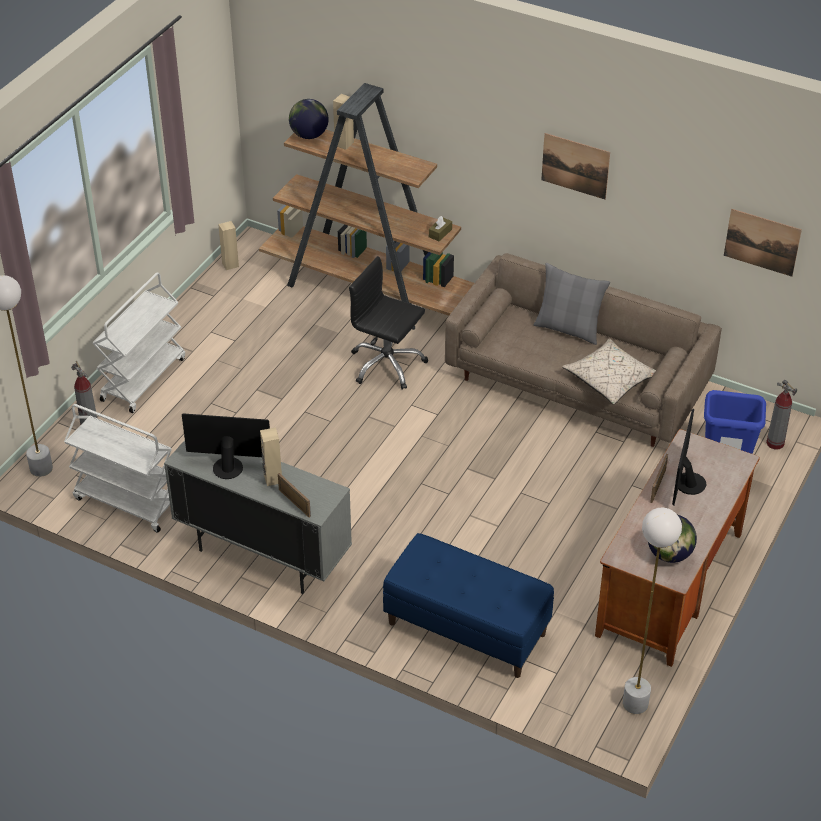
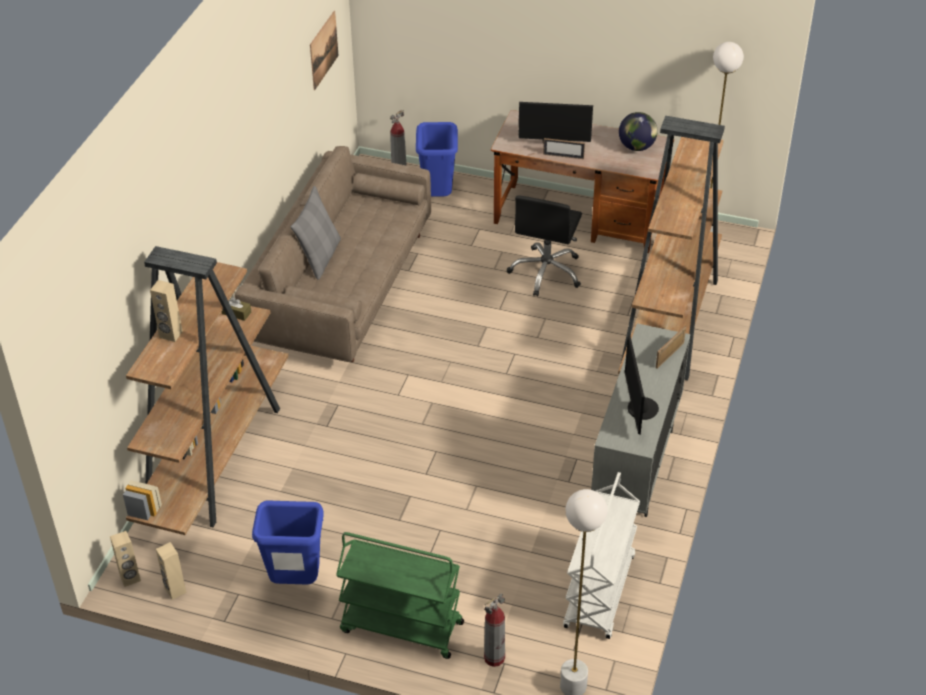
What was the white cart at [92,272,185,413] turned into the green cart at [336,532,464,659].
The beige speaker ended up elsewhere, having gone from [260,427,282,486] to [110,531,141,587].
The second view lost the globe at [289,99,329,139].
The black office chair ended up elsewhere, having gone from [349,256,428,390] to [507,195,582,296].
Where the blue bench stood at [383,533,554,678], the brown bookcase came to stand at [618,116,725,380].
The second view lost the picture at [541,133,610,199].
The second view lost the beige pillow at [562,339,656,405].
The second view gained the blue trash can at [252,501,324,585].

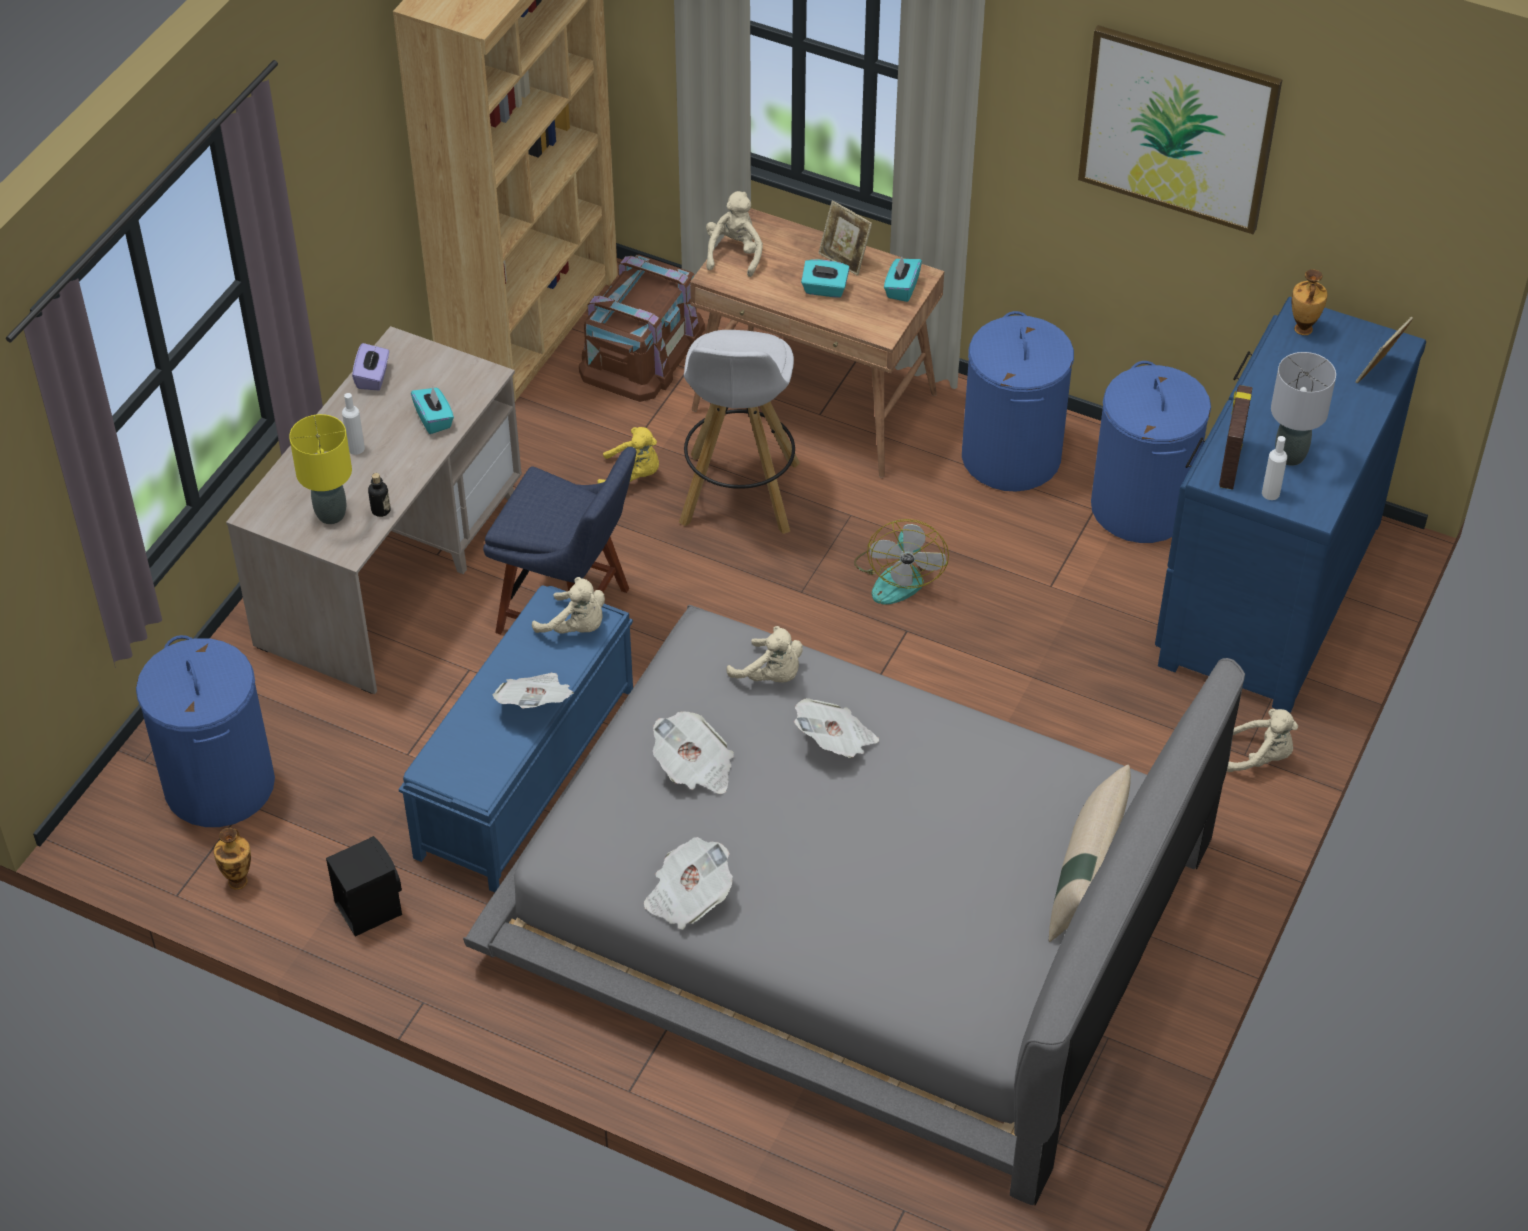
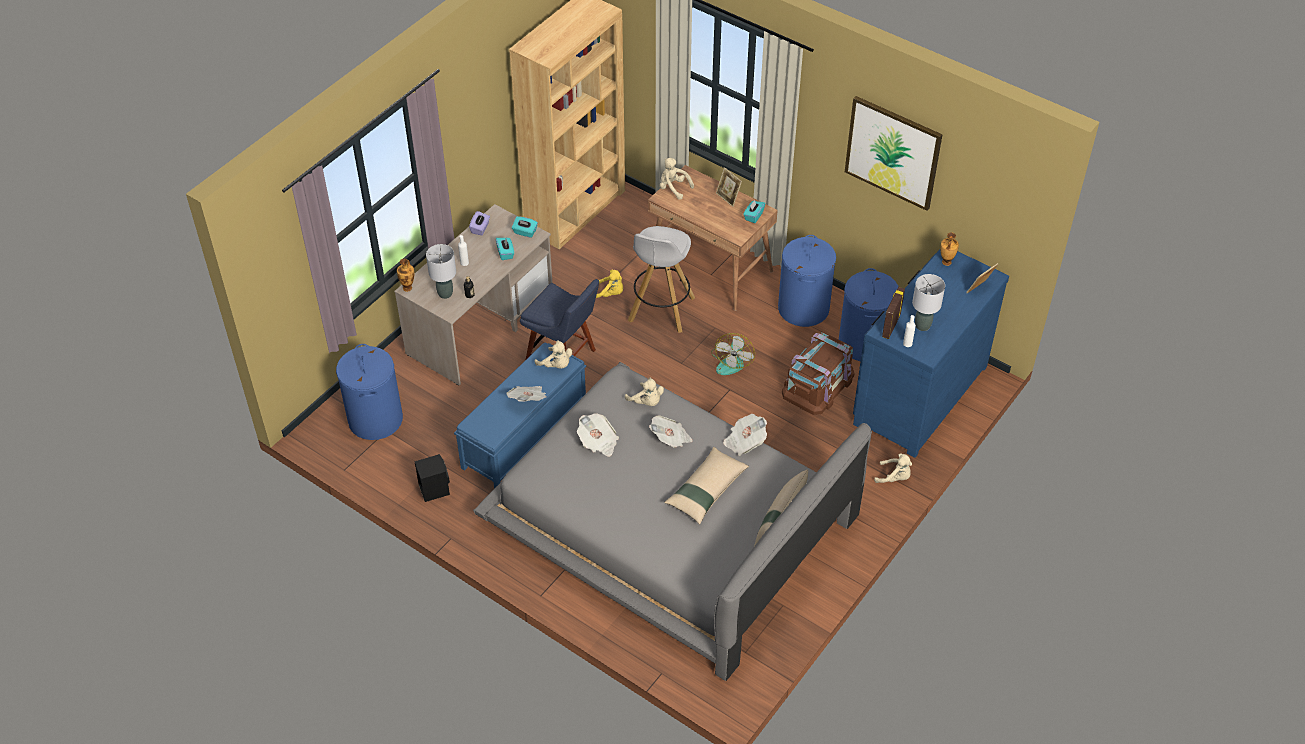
The vase ended up elsewhere, having gone from [214,828,251,890] to [397,259,414,292].
What was the yellow table lamp at [289,414,352,524] turned into the grey table lamp at [426,244,456,299].
The brown storage box ended up elsewhere, having gone from [579,254,705,402] to [782,332,854,415].
The newspaper ended up elsewhere, having gone from [644,837,733,930] to [723,414,767,456].
The beige plush toy at [706,191,763,277] ended up facing another way, 75 degrees counterclockwise from before.
The turquoise tissue box ended up elsewhere, having gone from [801,260,850,298] to [512,217,538,238].
The second view gained the beige pillow at [664,447,749,525].

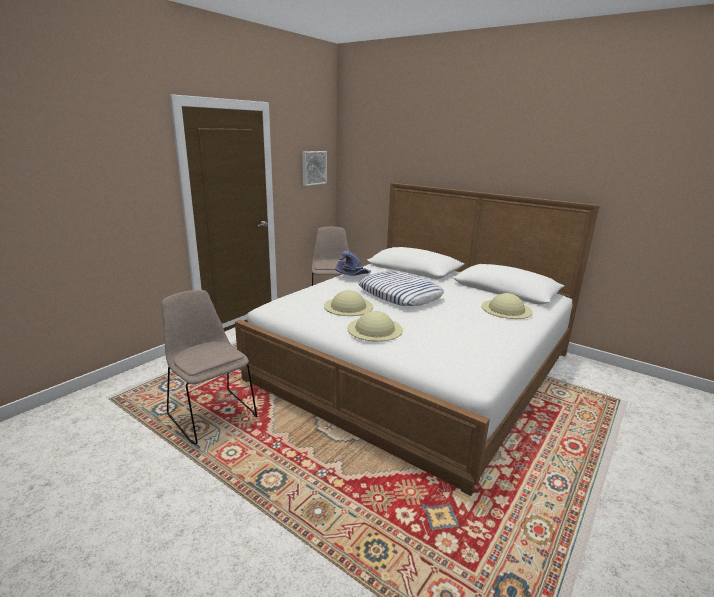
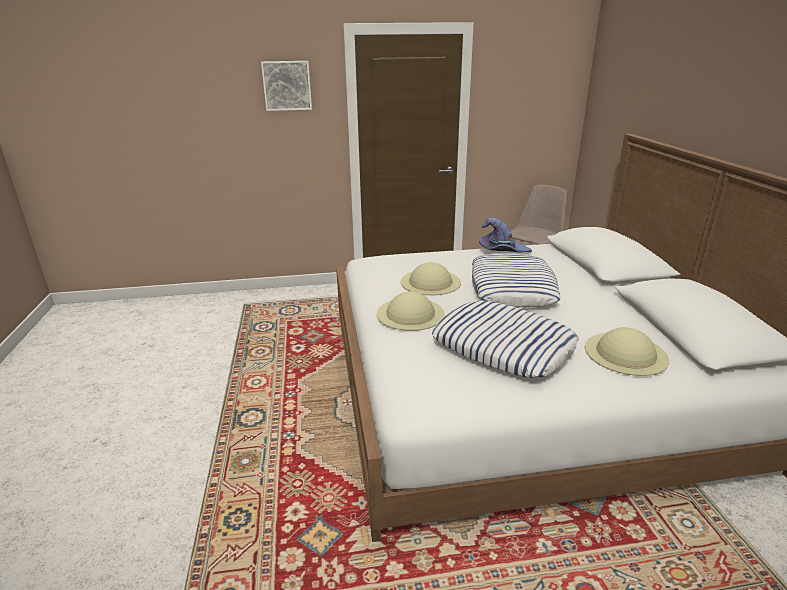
The second view lost the beige chair at [162,290,257,445].
The picture ended up elsewhere, having gone from [302,151,327,186] to [261,61,312,111].
The second view gained the pillow at [432,301,579,378].

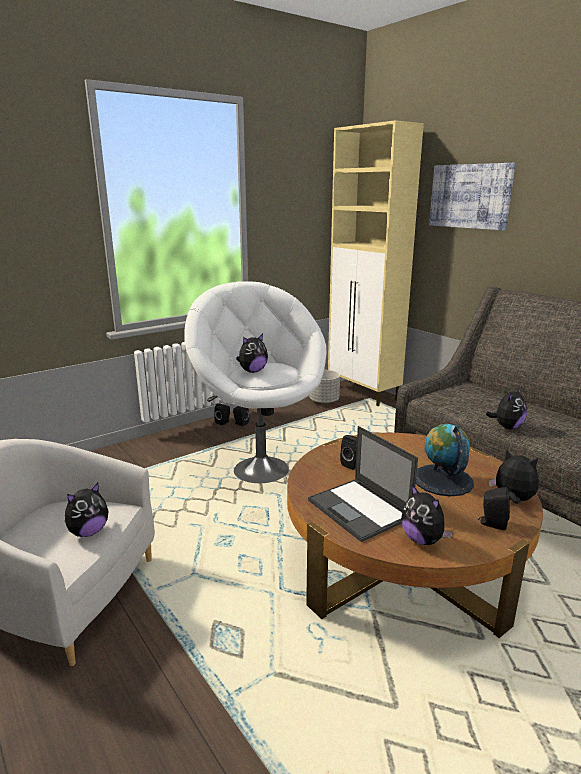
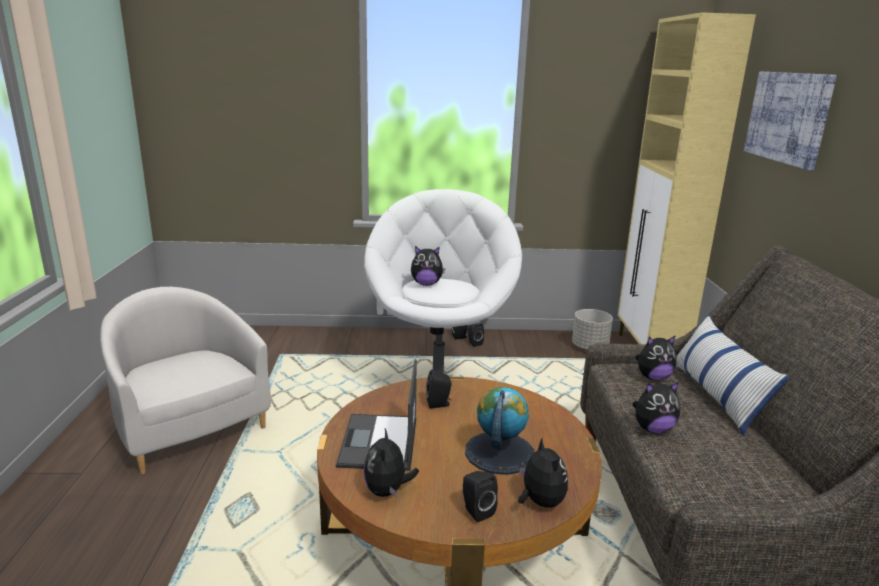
The plush toy ended up elsewhere, having gone from [65,483,108,537] to [635,335,677,381].
The second view gained the pillow at [676,315,789,435].

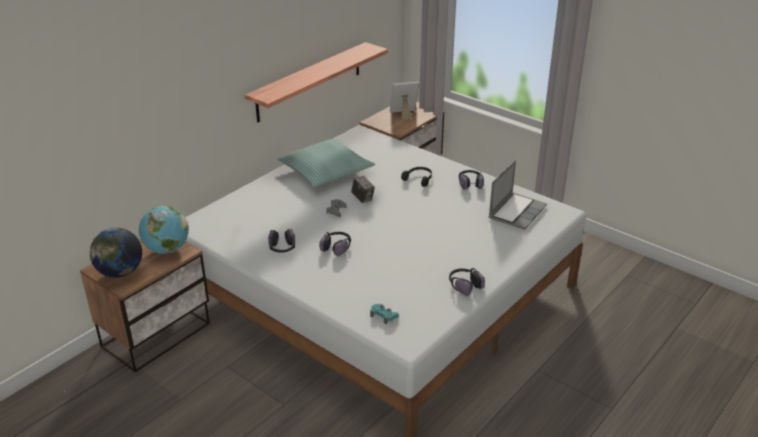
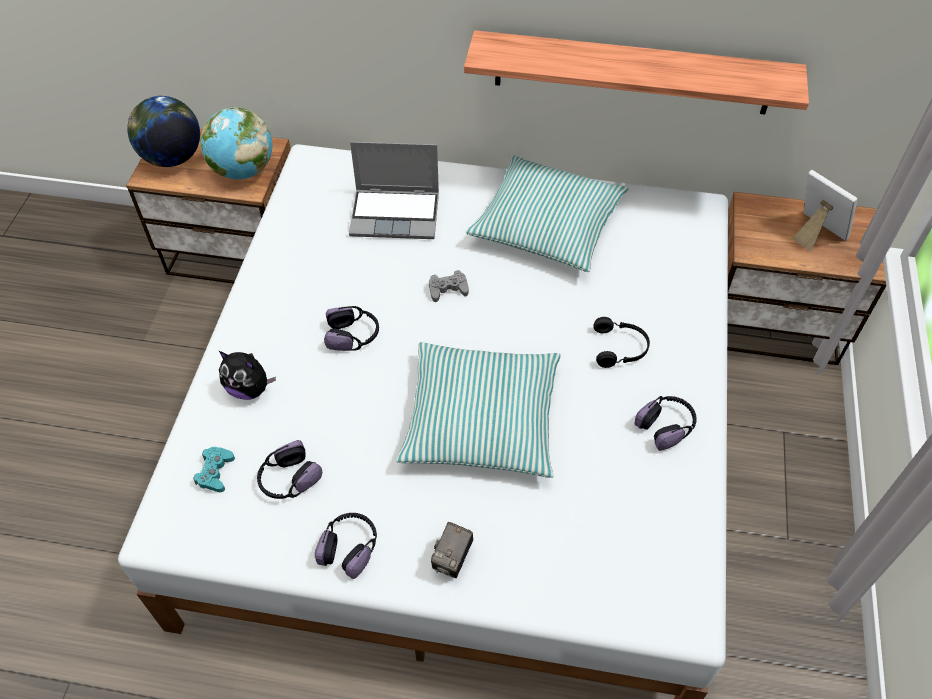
The headphones ended up elsewhere, having gone from [268,229,295,253] to [257,440,322,499].
The photo camera ended up elsewhere, having gone from [351,176,375,203] to [431,522,473,578].
The laptop ended up elsewhere, having gone from [489,160,547,230] to [349,142,439,239].
The second view gained the plush toy at [219,351,276,400].
The second view gained the pillow at [396,342,560,478].

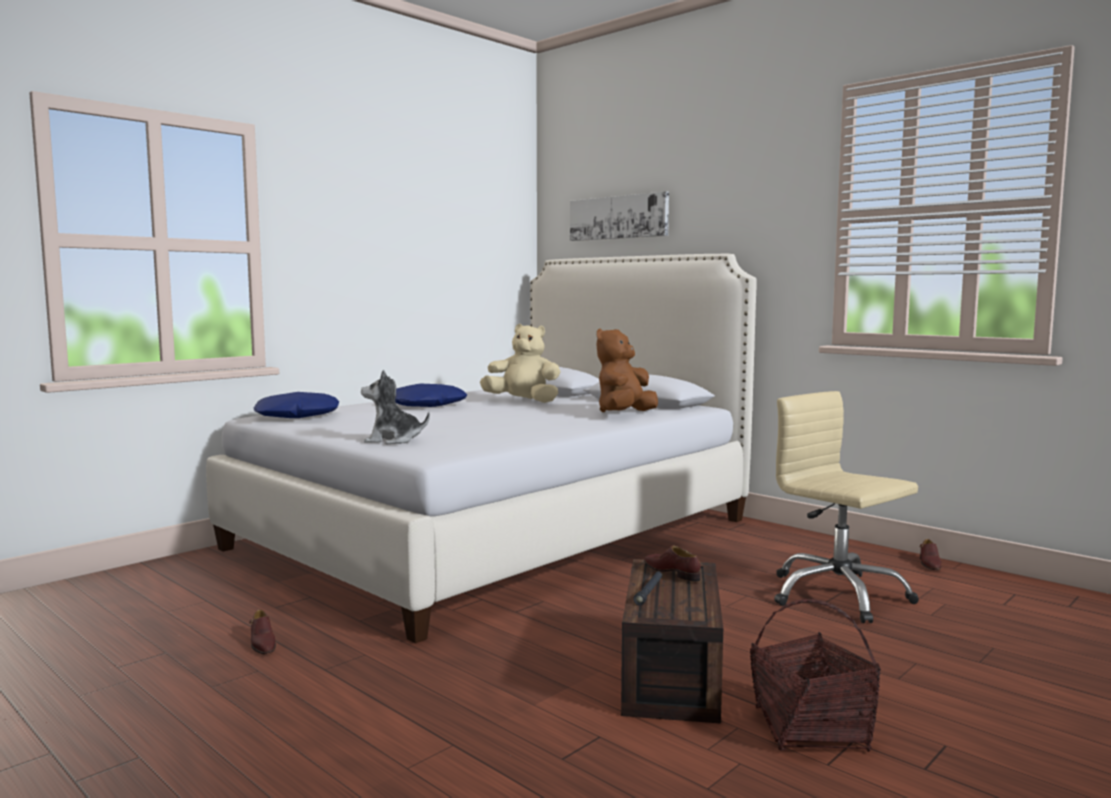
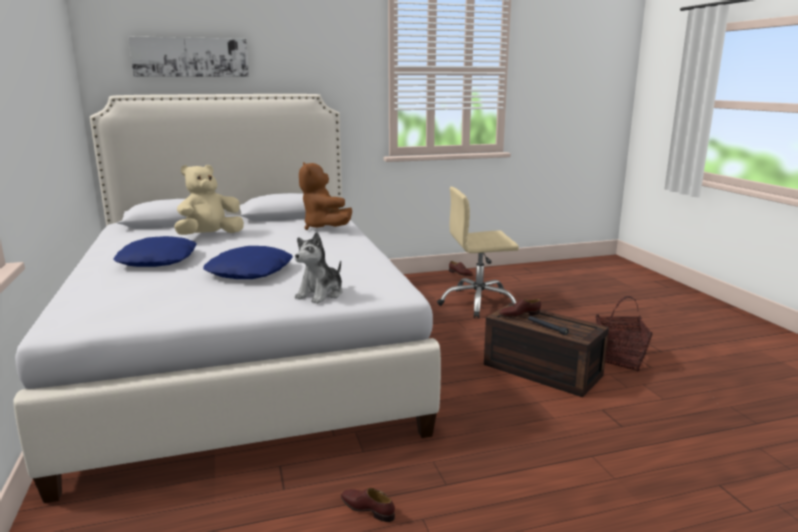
The brown shoe at [249,610,276,654] ended up facing another way, 150 degrees counterclockwise from before.
The blue pillow ended up elsewhere, having gone from [254,392,339,418] to [203,246,293,279].

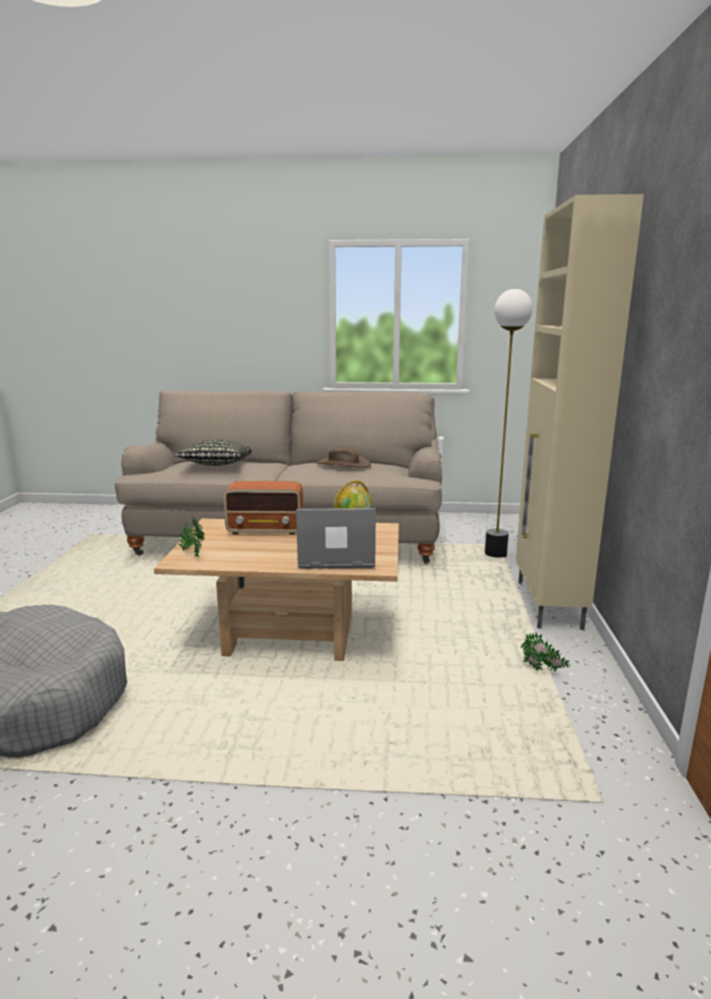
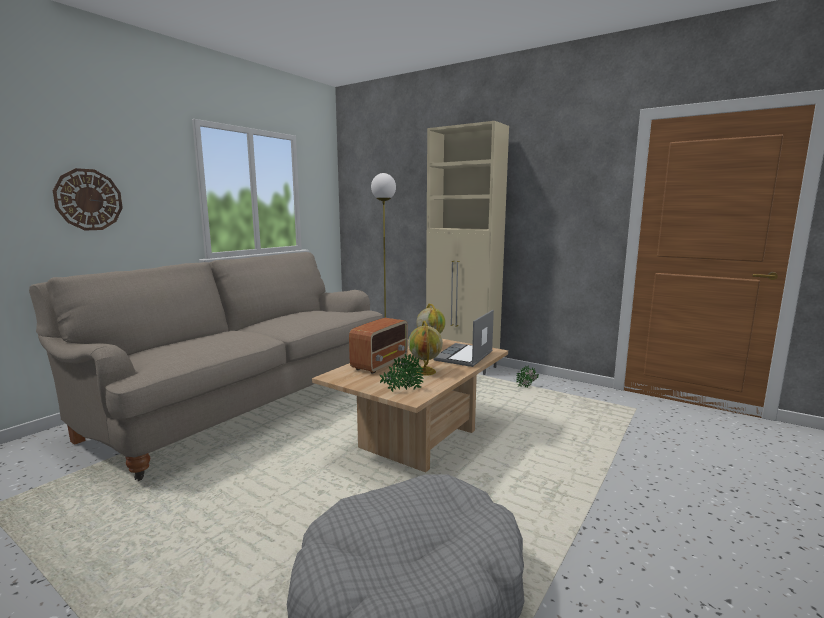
The second view lost the pillow at [176,440,253,466].
The second view lost the brown hat at [316,446,371,468].
The second view gained the wall clock at [53,168,123,230].
The second view gained the globe at [408,321,443,376].

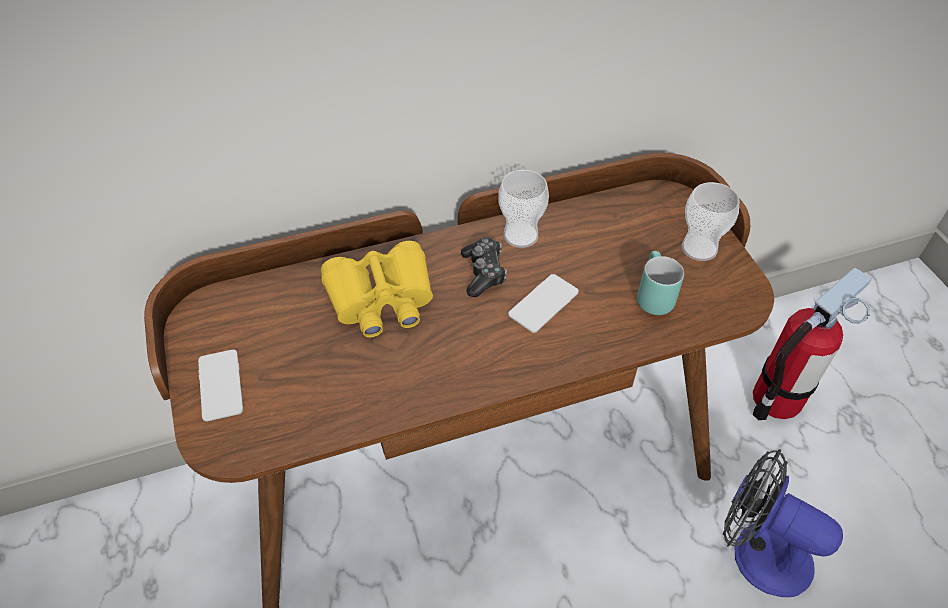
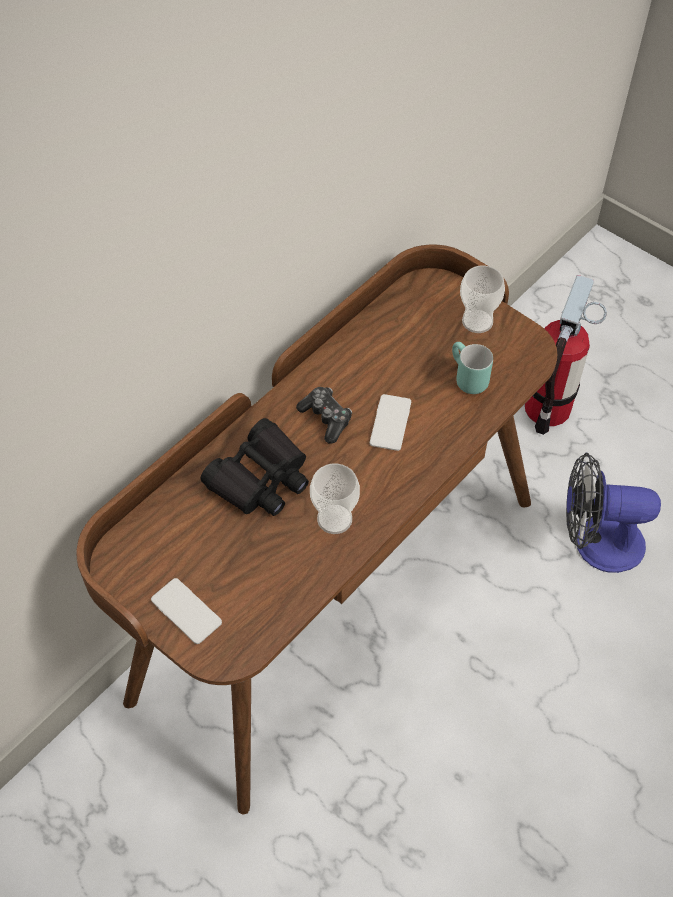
What was the yellow binoculars at [321,241,433,337] turned into the black binoculars at [201,418,309,516].
The cup ended up elsewhere, having gone from [498,170,549,248] to [310,464,360,534].

